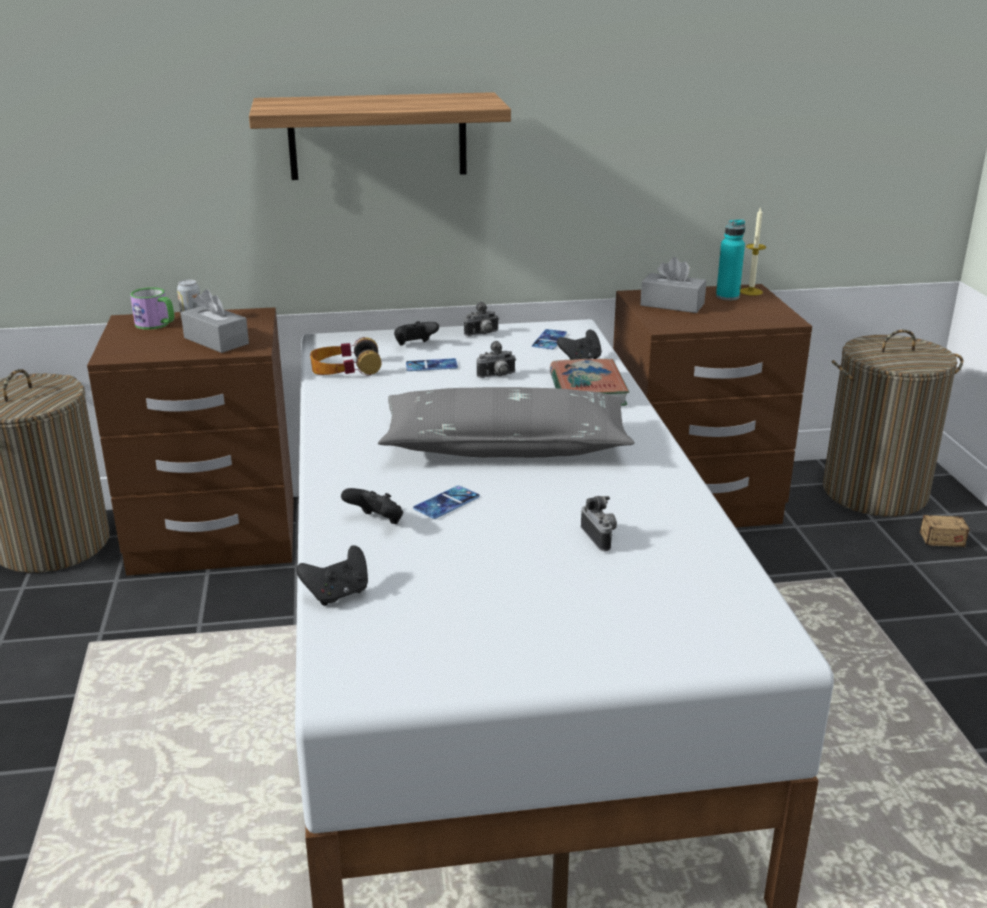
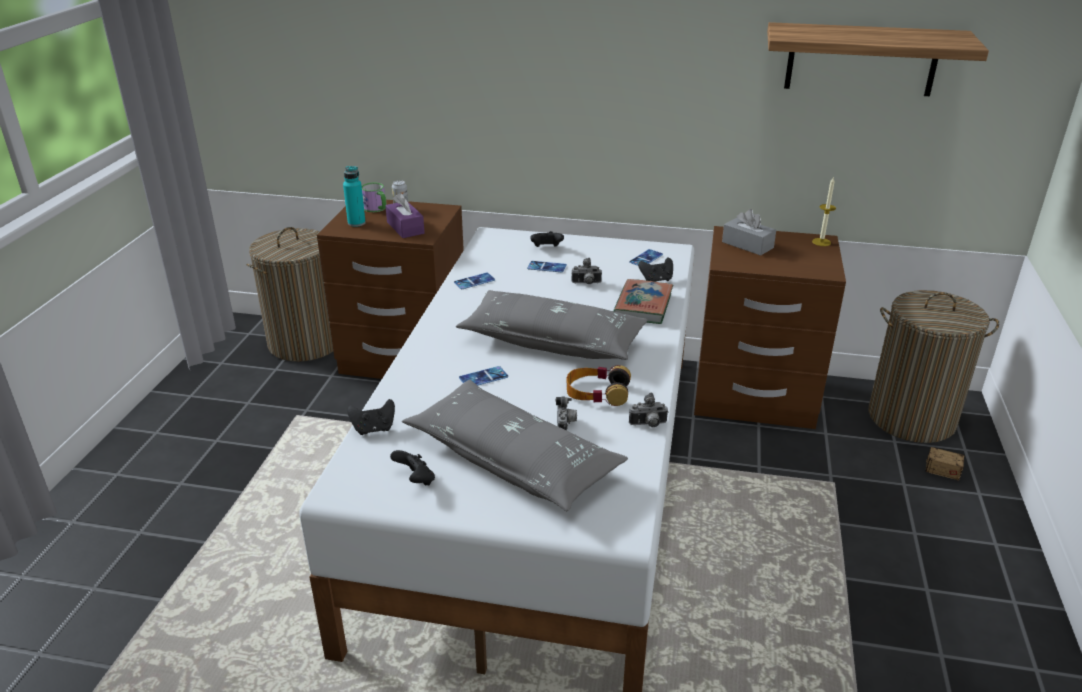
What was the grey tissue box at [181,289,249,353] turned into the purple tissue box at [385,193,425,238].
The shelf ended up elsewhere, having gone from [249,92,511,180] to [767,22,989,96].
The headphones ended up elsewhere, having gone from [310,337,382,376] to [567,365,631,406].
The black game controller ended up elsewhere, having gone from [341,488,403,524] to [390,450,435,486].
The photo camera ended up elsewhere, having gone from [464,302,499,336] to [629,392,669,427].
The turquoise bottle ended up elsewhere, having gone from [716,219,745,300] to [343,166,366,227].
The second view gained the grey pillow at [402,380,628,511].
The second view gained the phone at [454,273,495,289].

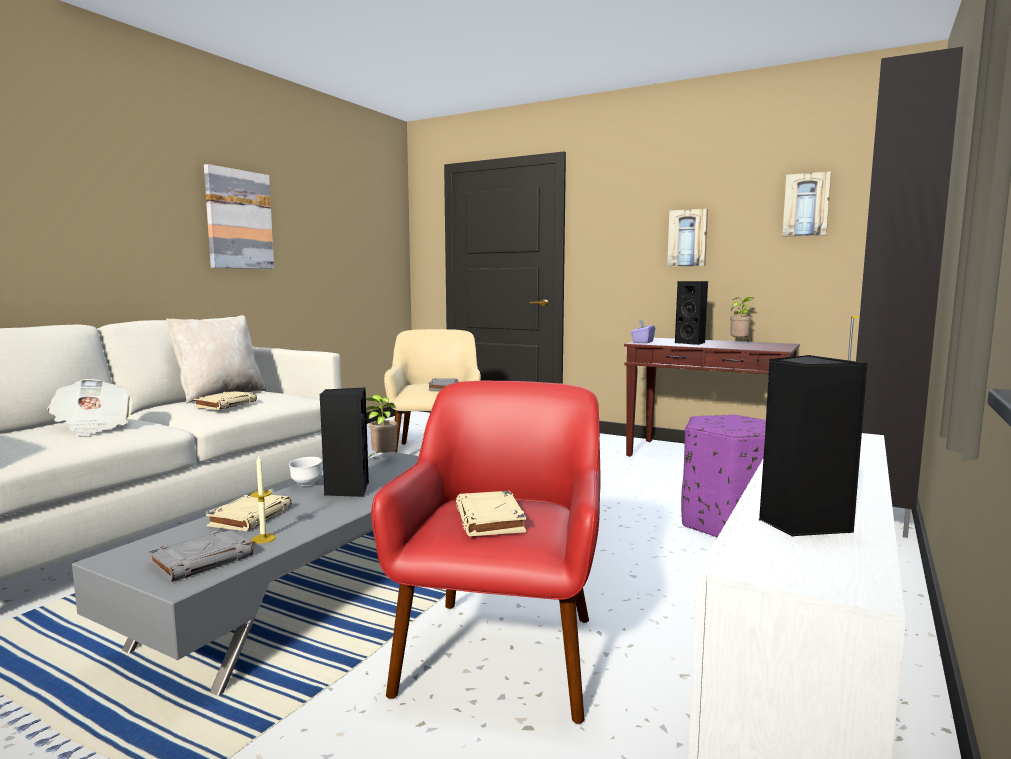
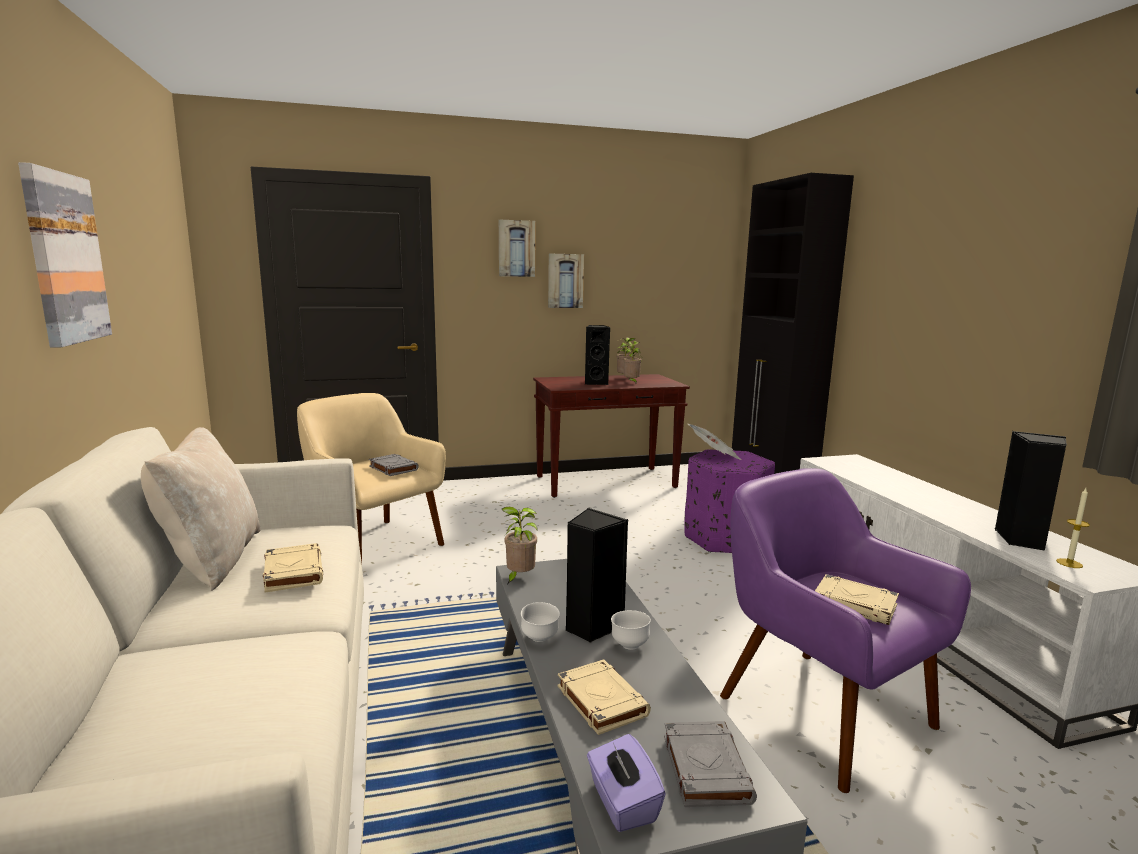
The newspaper ended up elsewhere, having gone from [47,379,133,435] to [688,424,741,460].
The candle ended up elsewhere, having gone from [250,456,276,544] to [1056,488,1090,568].
What was the red armchair at [371,381,601,724] turned into the purple armchair at [720,468,971,793].
The purple tissue box ended up elsewhere, having gone from [631,319,655,344] to [587,734,665,832].
The picture ended up elsewhere, having gone from [782,171,831,237] to [499,219,536,277].
The second view gained the white bowl at [611,610,651,650].
The second view gained the potted plant at [623,341,642,383].

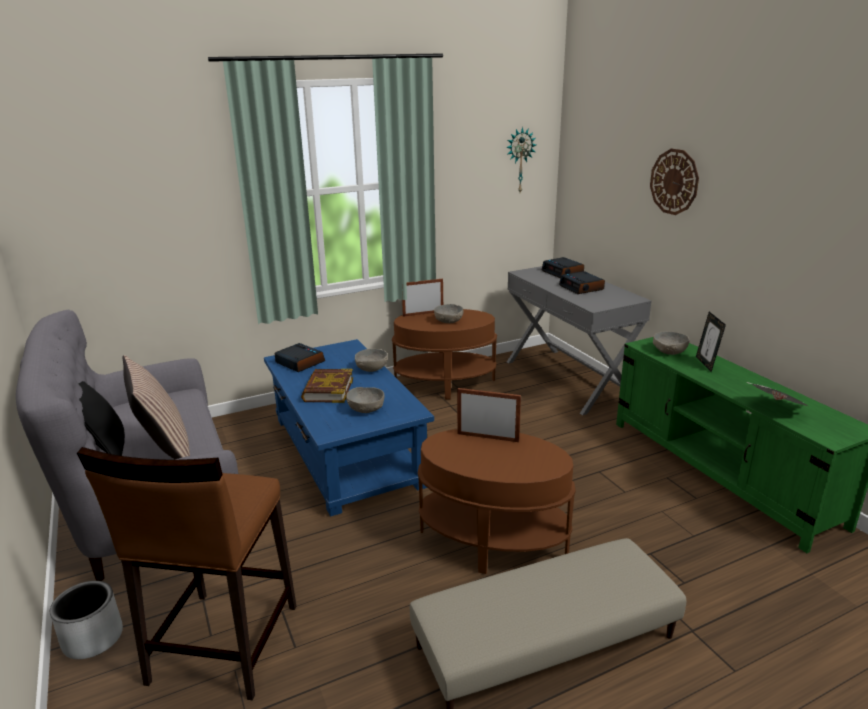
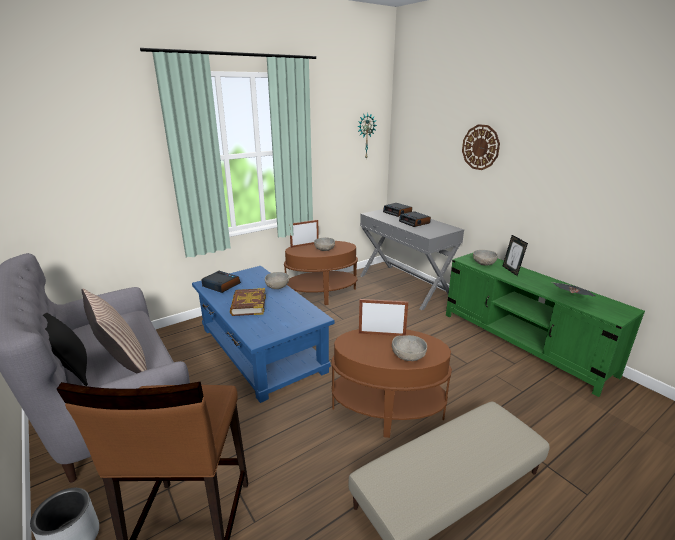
The grey bowl ended up elsewhere, having gone from [346,387,384,413] to [392,335,427,361].

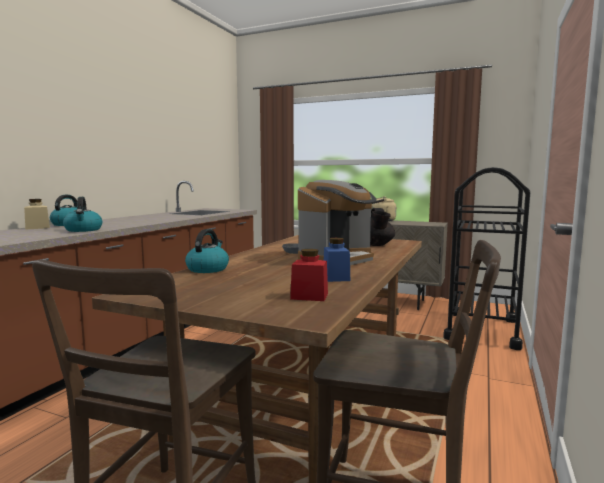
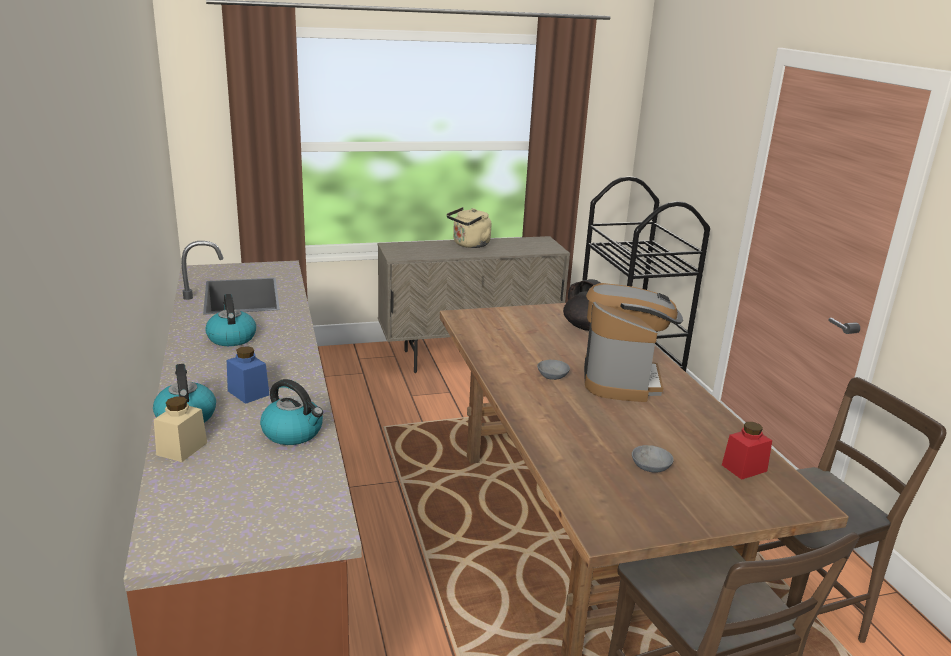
The kettle ended up elsewhere, having gone from [185,229,229,273] to [205,294,256,346].
The blue jar ended up elsewhere, having gone from [324,238,350,282] to [227,346,270,404].
The second view gained the grey bowl at [632,445,674,473].

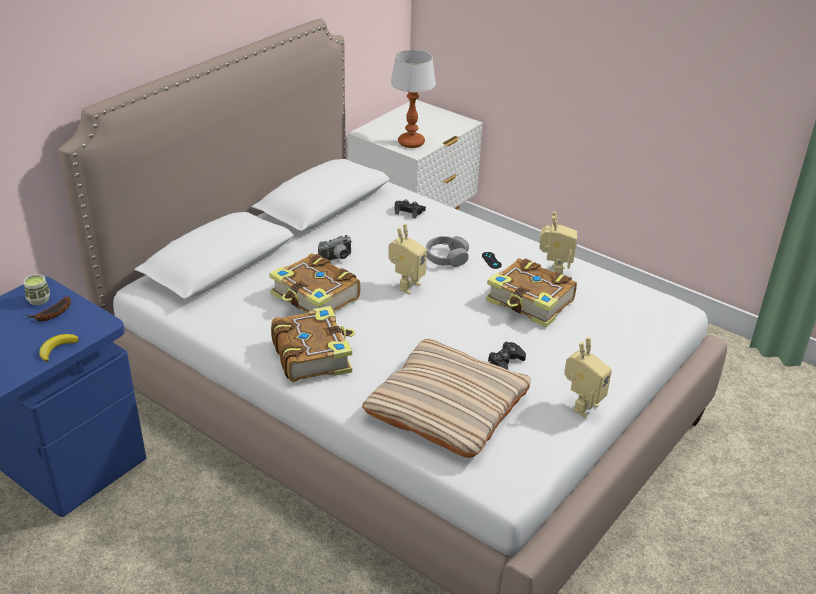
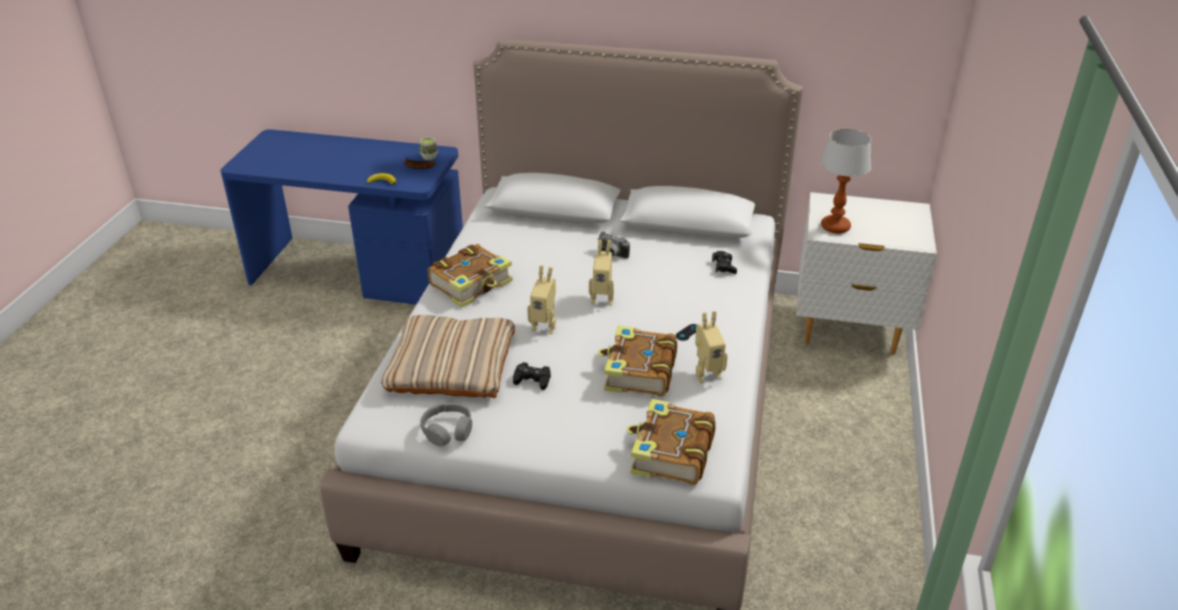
The book ended up elsewhere, having gone from [269,253,360,313] to [627,399,716,485].
The grey headphones ended up elsewhere, having gone from [426,236,469,267] to [420,403,472,446].
The toy robot ended up elsewhere, having gone from [564,337,612,418] to [527,265,556,334].

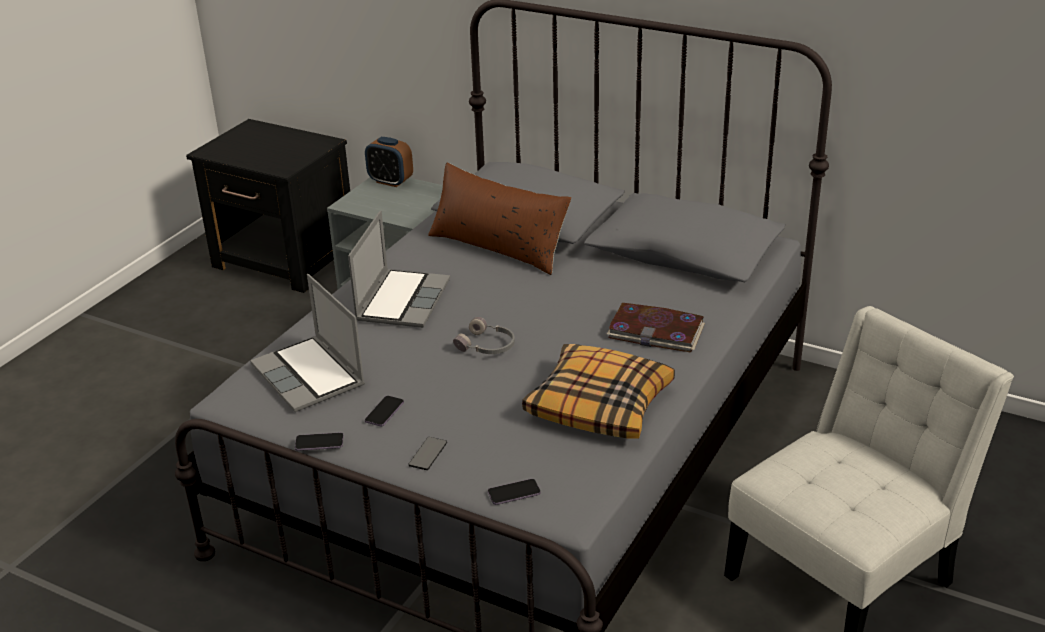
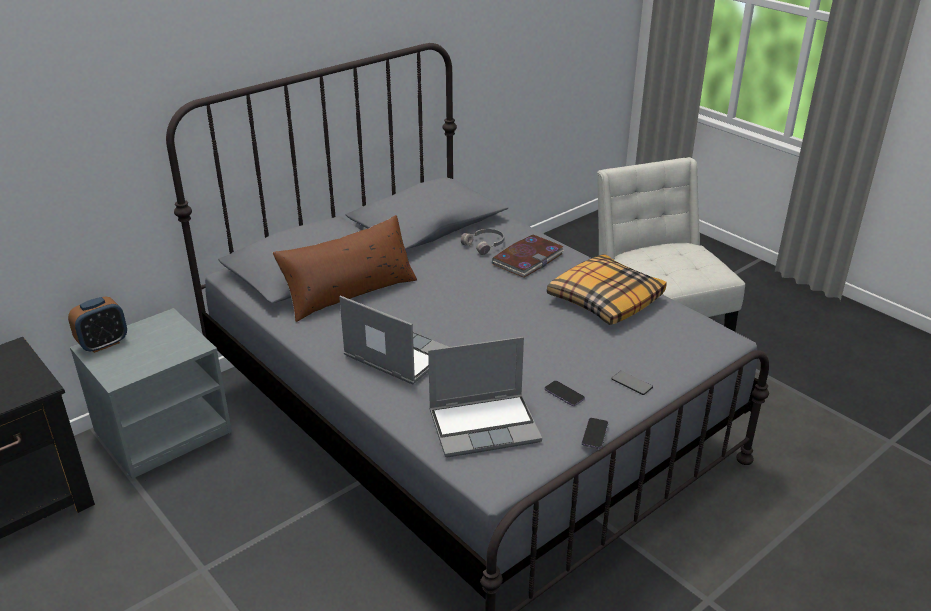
The grey headphones ended up elsewhere, having gone from [453,317,515,354] to [461,229,504,255].
The second view lost the phone at [488,479,541,505].

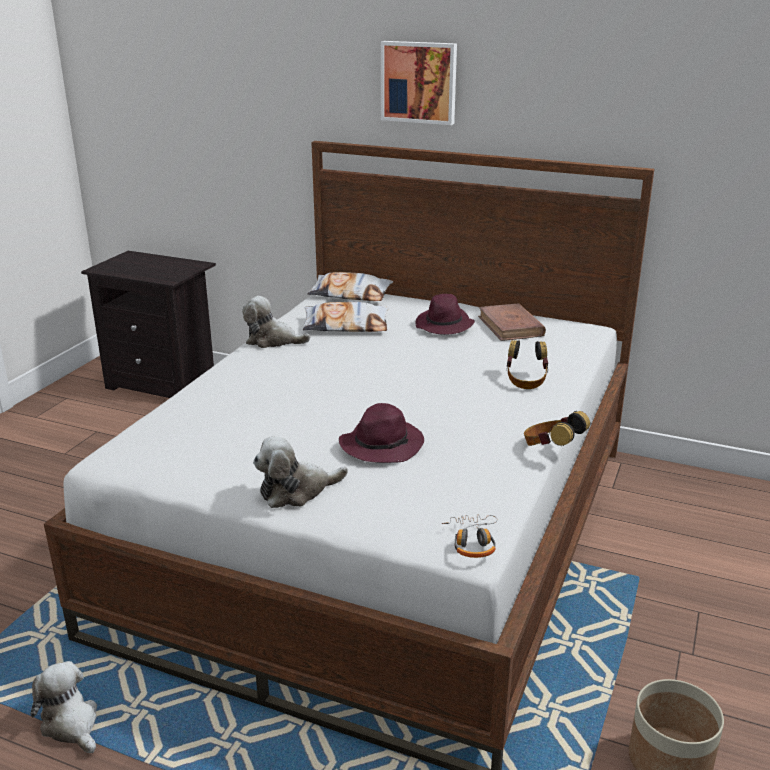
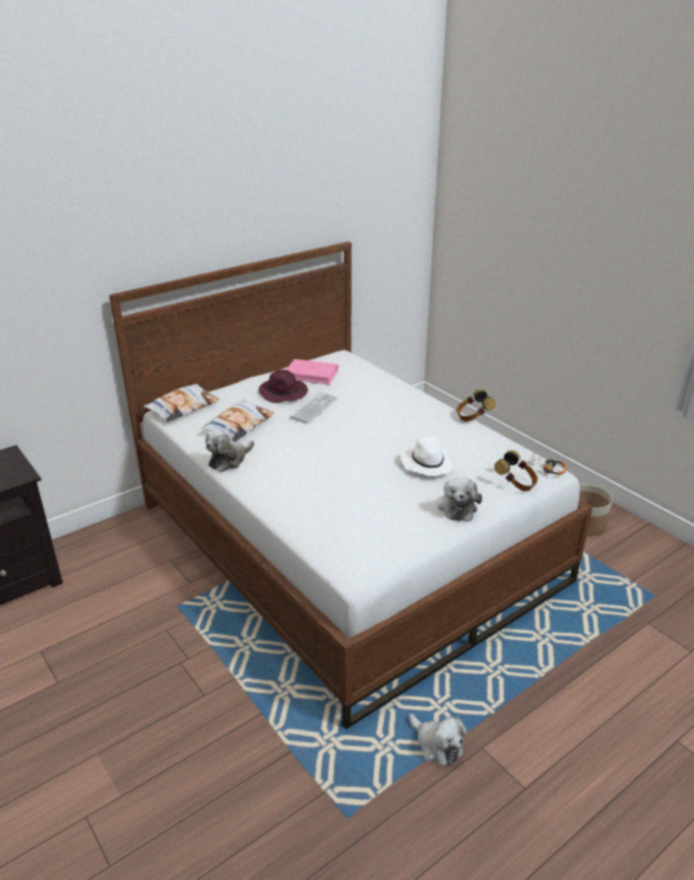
The plush toy at [30,661,97,753] ended up facing another way, 120 degrees counterclockwise from before.
What was the purple hat at [339,403,424,463] turned into the white hat at [401,437,454,476].
The second view lost the picture at [381,41,457,125].
What was the brown book at [478,303,546,341] turned into the pink book at [286,359,338,385].
The headphones ended up elsewhere, having gone from [507,340,548,389] to [494,450,538,491].
The second view gained the keyboard at [290,391,337,424].

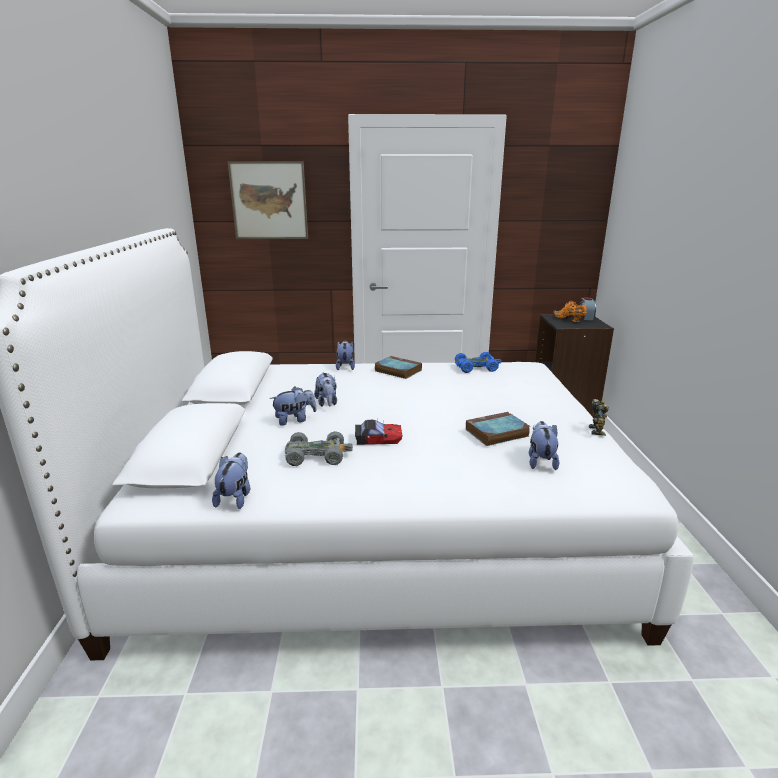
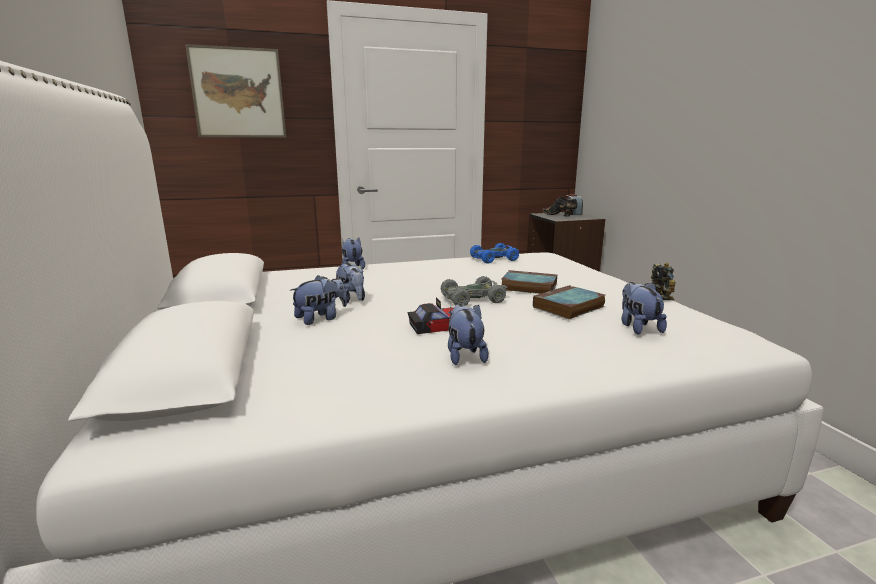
The plush toy ended up elsewhere, having gone from [212,453,250,509] to [448,303,489,365].
The grey toy car ended up elsewhere, having gone from [285,431,353,466] to [441,276,508,306].
The book ended up elsewhere, having gone from [375,356,422,379] to [502,270,557,294].
What was the orange shoe at [553,301,587,322] turned into the black shoe at [542,196,577,217].

